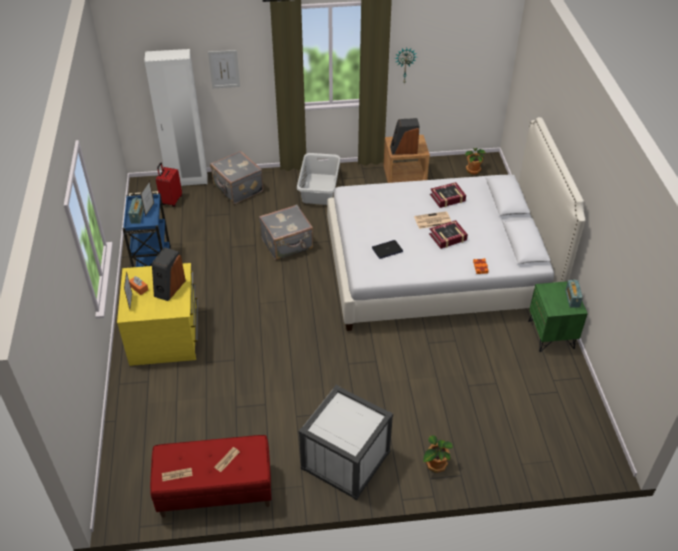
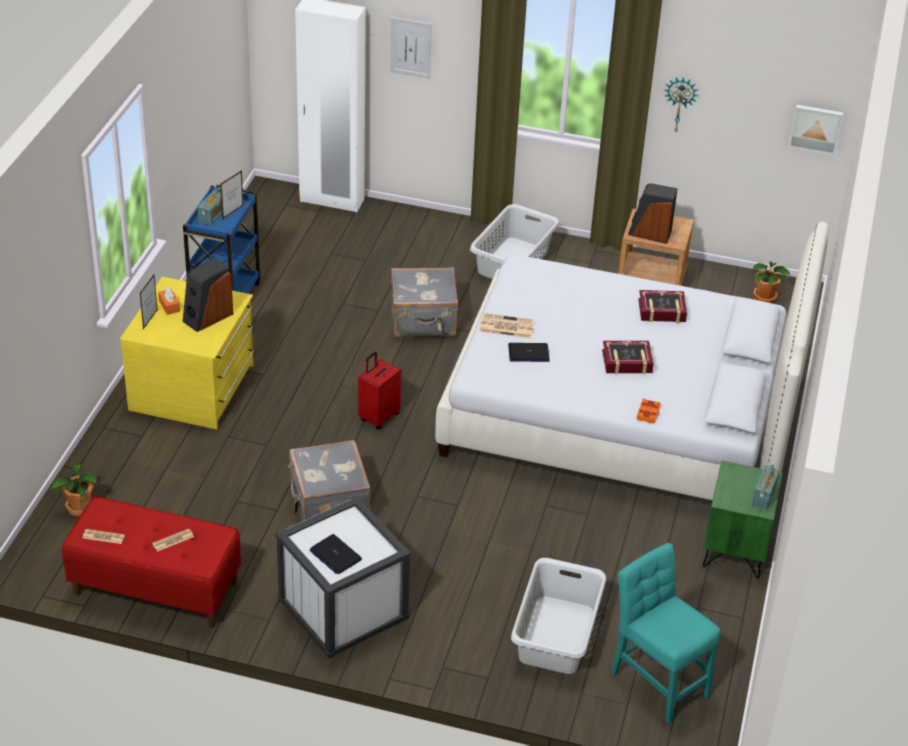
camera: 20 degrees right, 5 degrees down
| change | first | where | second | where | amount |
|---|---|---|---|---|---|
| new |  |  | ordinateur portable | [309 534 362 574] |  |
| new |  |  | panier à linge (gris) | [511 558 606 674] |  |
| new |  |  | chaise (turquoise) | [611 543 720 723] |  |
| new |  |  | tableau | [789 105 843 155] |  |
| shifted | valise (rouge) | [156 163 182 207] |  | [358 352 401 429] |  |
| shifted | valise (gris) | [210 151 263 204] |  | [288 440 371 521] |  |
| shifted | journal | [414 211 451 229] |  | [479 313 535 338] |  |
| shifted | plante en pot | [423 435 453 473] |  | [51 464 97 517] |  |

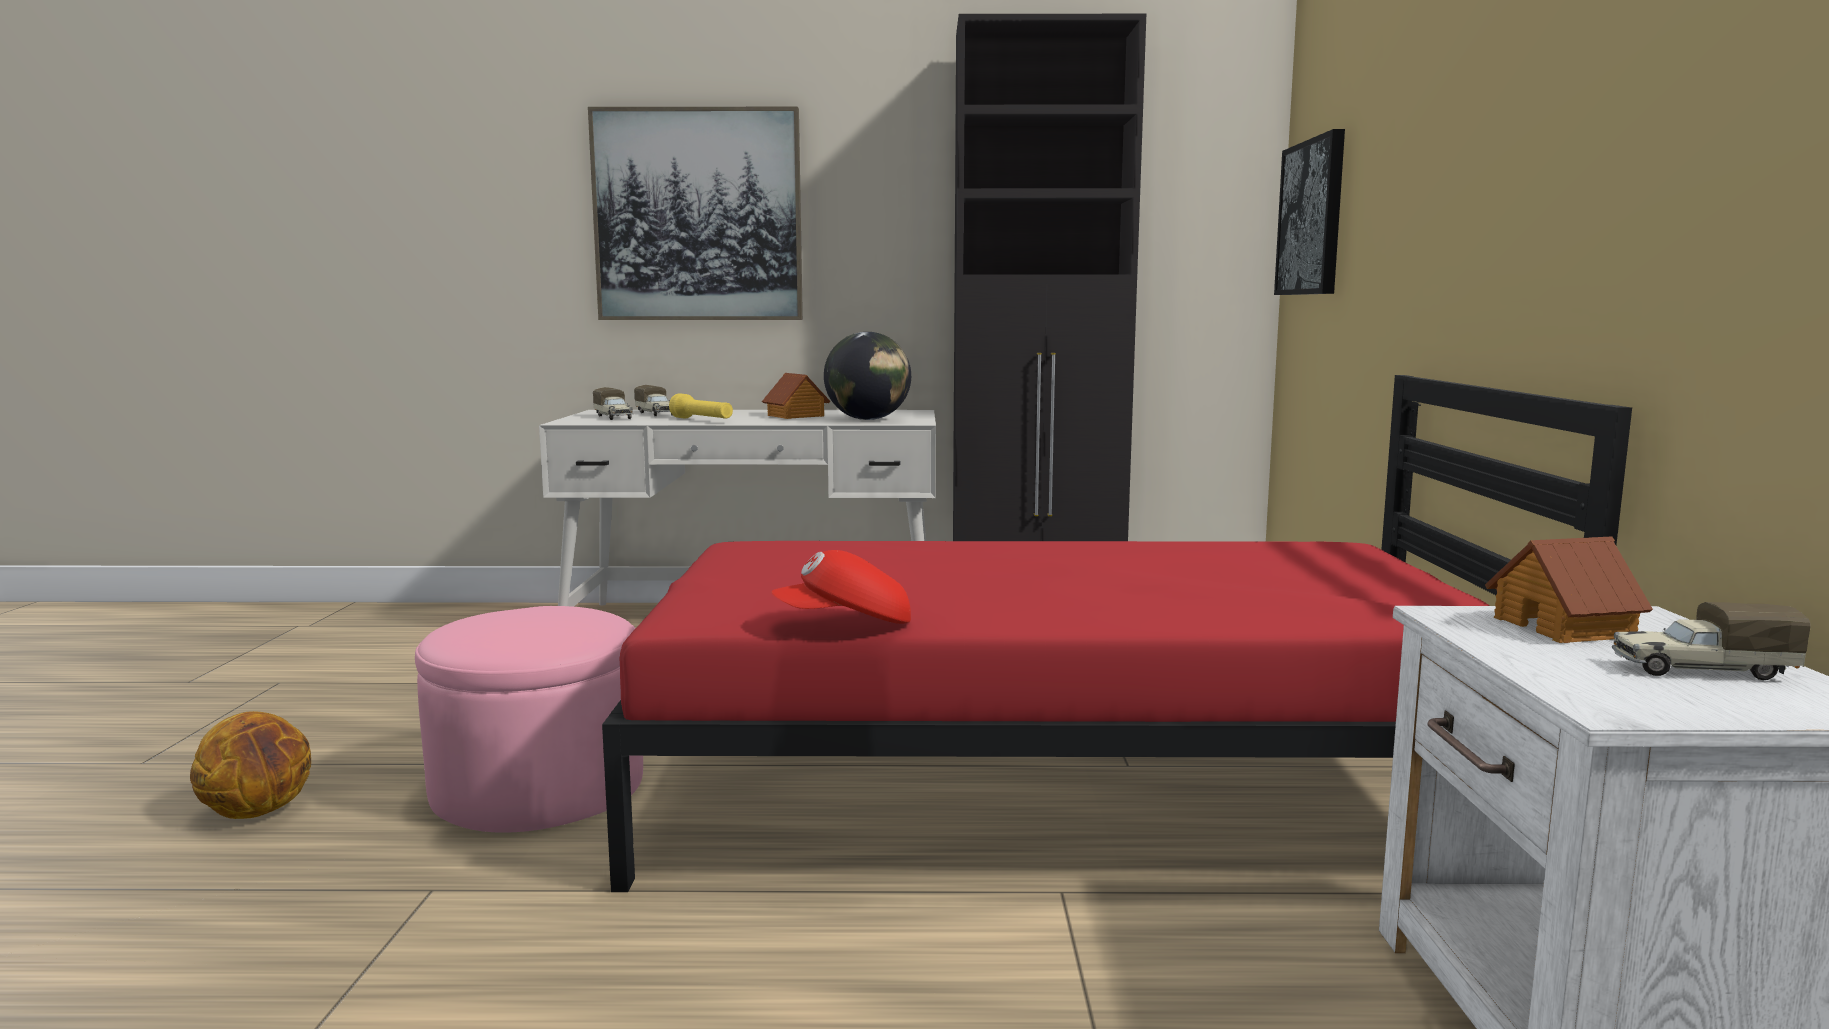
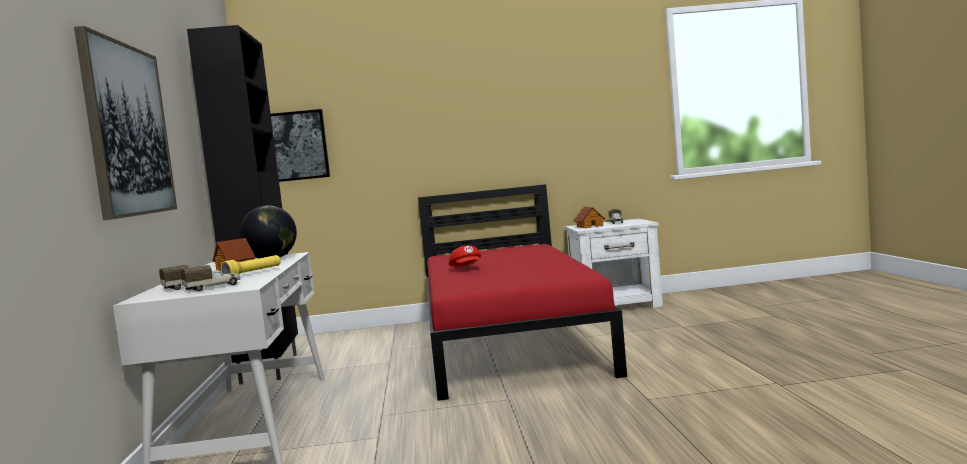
camera: 95 degrees left, 5 degrees down
| change | first | where | second | where | amount |
|---|---|---|---|---|---|
| gone | ballon de basket | [190 711 311 819] |  |  |  |
| gone | pouf (rose) | [415 606 643 833] |  |  |  |
| shifted | casquette (rouge) | [771 550 911 624] |  | [449 245 481 267] |  |

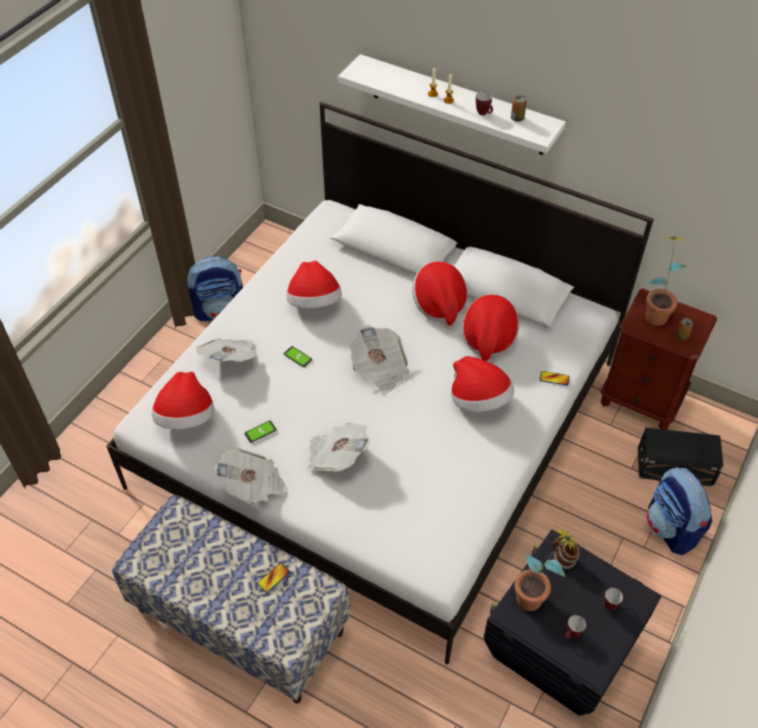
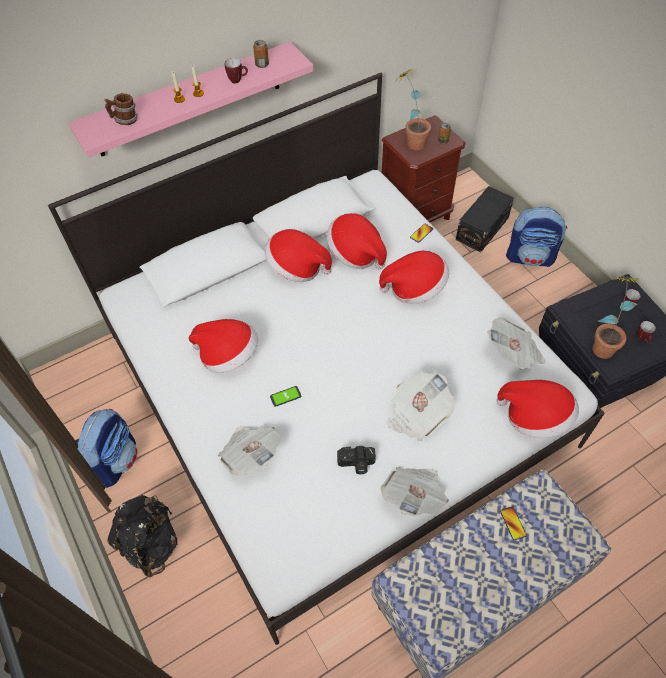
camera: 60 degrees left, 5 degrees up
| change | first | where | second | where | amount |
|---|---|---|---|---|---|
| new |  |  | sac à dos (noir) | [108 495 177 577] |  |
| shifted | chapeau | [152 372 214 430] |  | [496 380 579 438] |  |
| shifted | journal | [350 325 410 394] |  | [487 317 546 370] |  |
| shifted | mug | [552 538 580 569] |  | [104 93 138 125] |  |
| swapped | téléphone | [244 420 277 443] | appareil photo | [337 446 376 474] |  |
| repainted | étagère (blanc) | [338 54 566 155] | étagère (rose) | [68 42 313 158] |  |

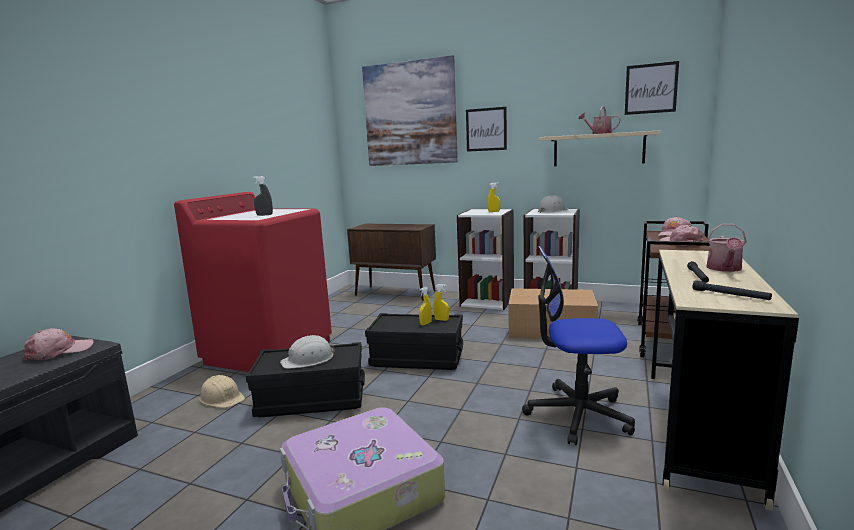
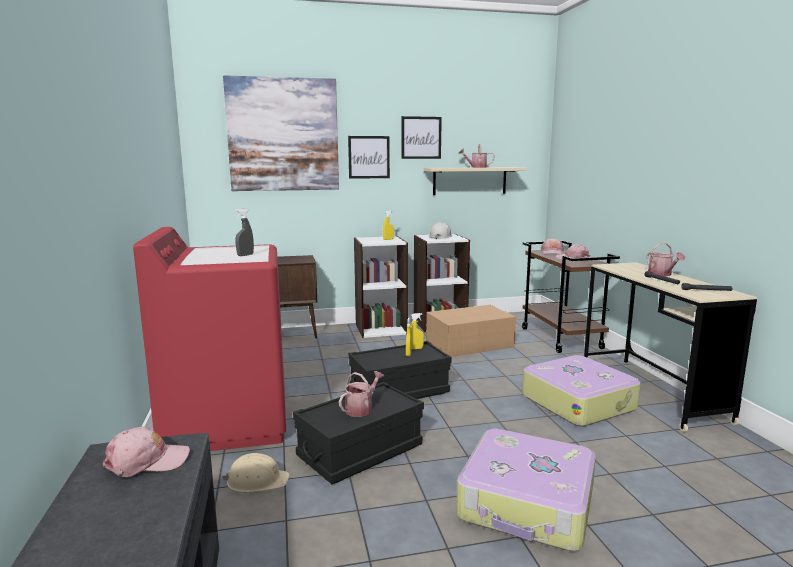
camera: 35 degrees left, 0 degrees up
| change | first | where | second | where | amount |
|---|---|---|---|---|---|
| shifted | tableau | [625 61 679 115] |  | [402 116 442 159] |  |
| swapped | casque de chantier (blanc) | [280 335 335 369] | arrosoir | [339 371 384 417] |  |
| swapped | chaise de bureau | [522 246 635 445] | valise | [522 355 641 427] |  |
| rotated | casquette (rose) | [23 328 94 360] |  | [103 427 190 477] | 60 degrees clockwise |

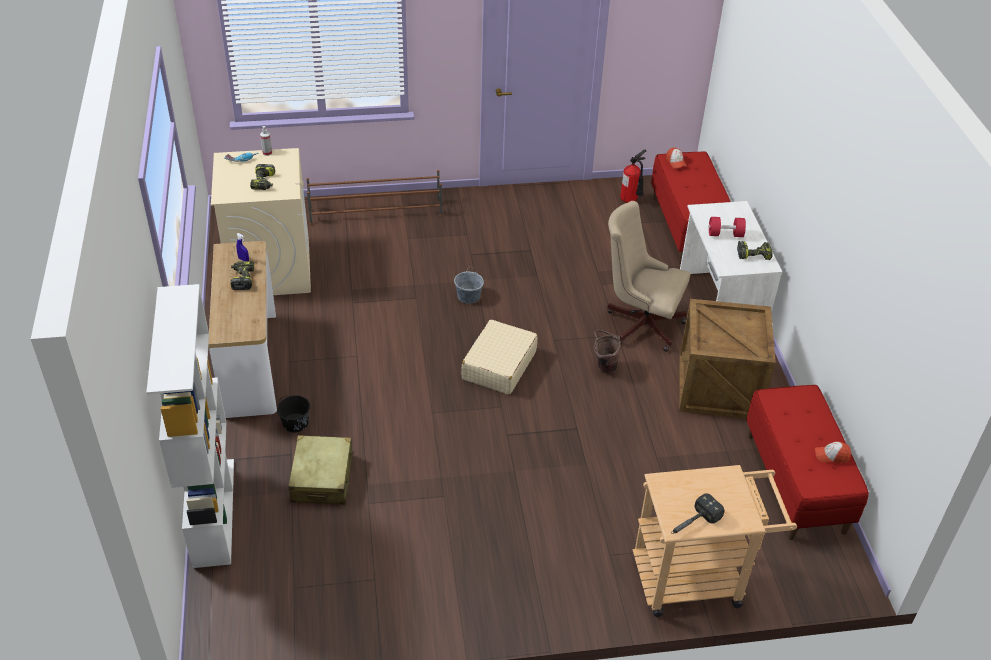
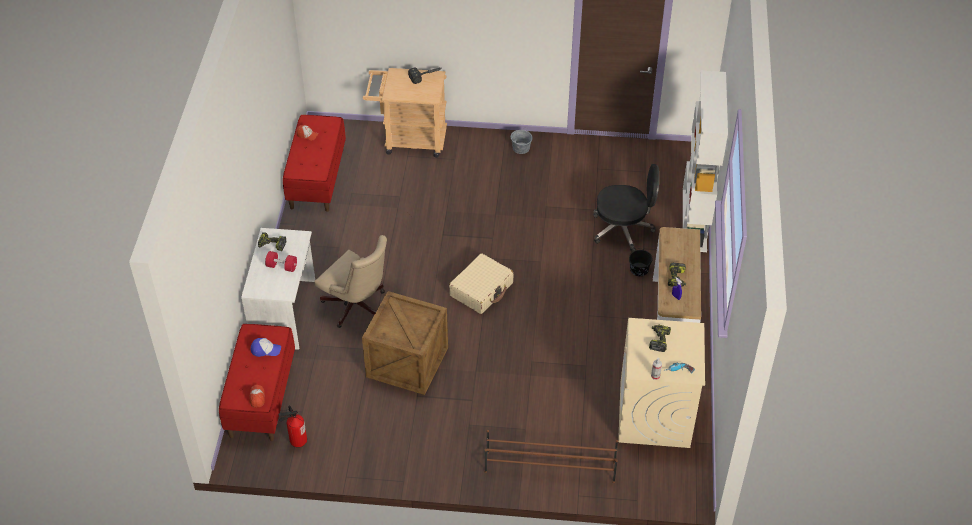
camera: 165 degrees left, 5 degrees up
| change | first | where | second | where | amount |
|---|---|---|---|---|---|
| gone | seau (marron) | [594 330 621 374] |  |  |  |
| new |  |  | casquette | [251 338 281 357] |  |
| shifted | seau (gris) | [454 267 484 304] |  | [511 130 532 154] |  |
| shifted | caisse | [679 299 776 419] |  | [362 291 448 395] |  |
| swapped | valise (beige) | [288 435 353 505] | chaise de bureau (noir) | [593 164 659 252] |  |

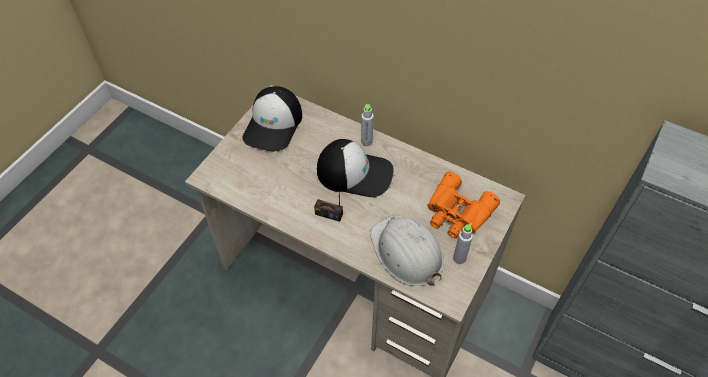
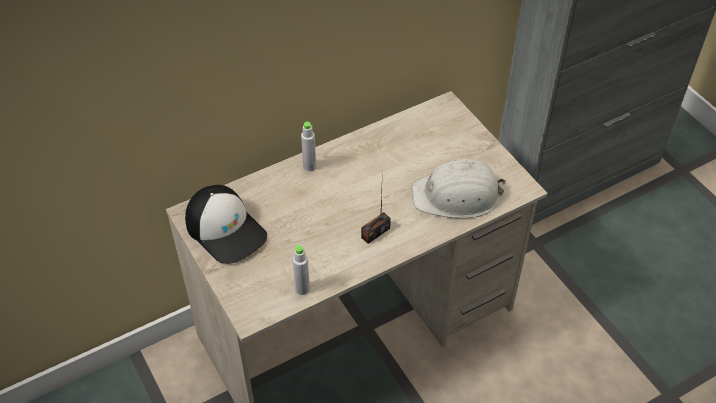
camera: 60 degrees left, 5 degrees down
| change | first | where | second | where | amount |
|---|---|---|---|---|---|
| gone | casquette | [317 139 394 197] |  |  |  |
| gone | jumelles (orange) | [427 171 500 238] |  |  |  |
| shifted | bouteille (gris) | [453 223 473 264] |  | [293 243 310 295] |  |

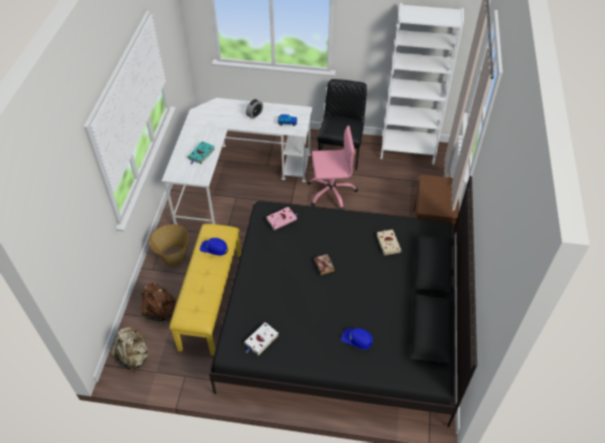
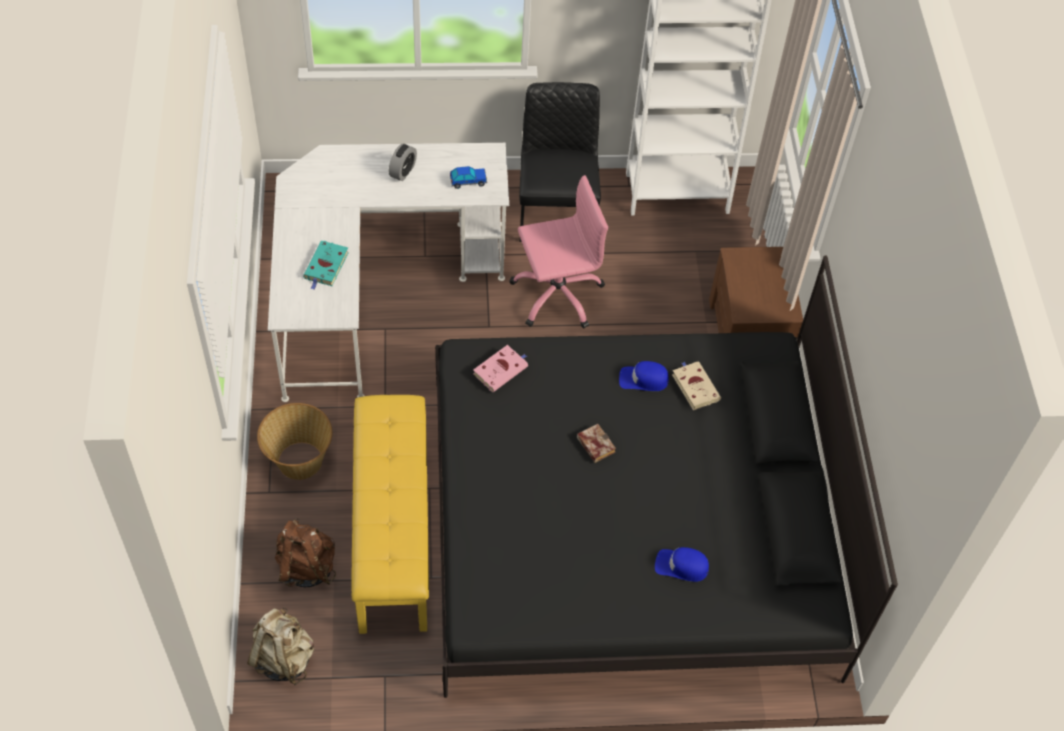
camera: 15 degrees left, 5 degrees up
| change | first | where | second | where | amount |
|---|---|---|---|---|---|
| gone | livre (blanc) | [244 323 279 355] |  |  |  |
| shifted | casquette (bleu) | [200 238 228 256] |  | [619 361 669 391] |  |

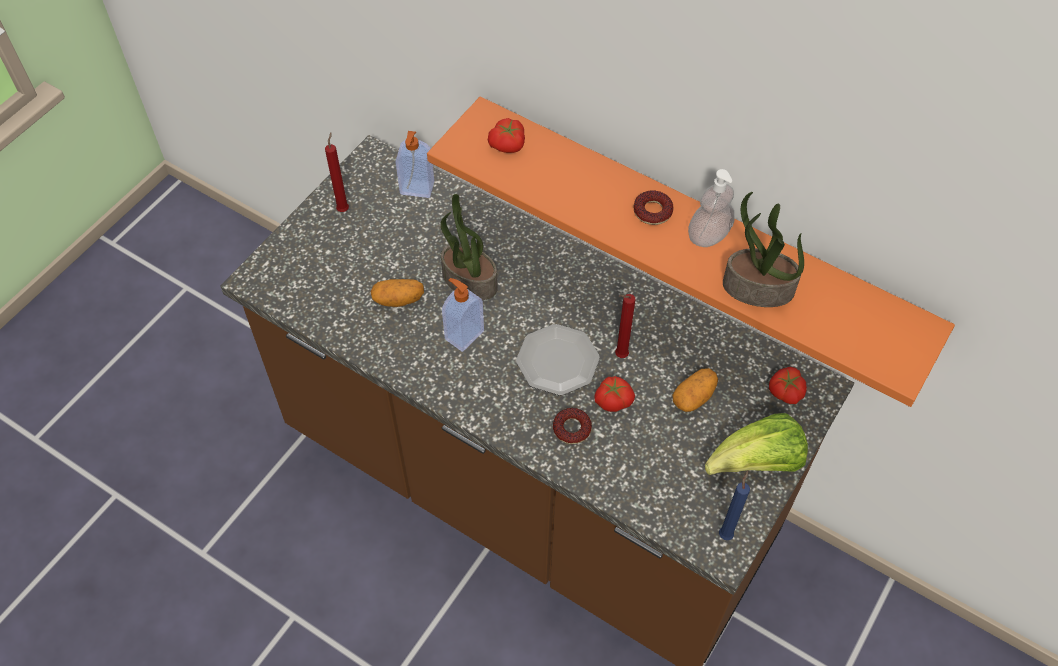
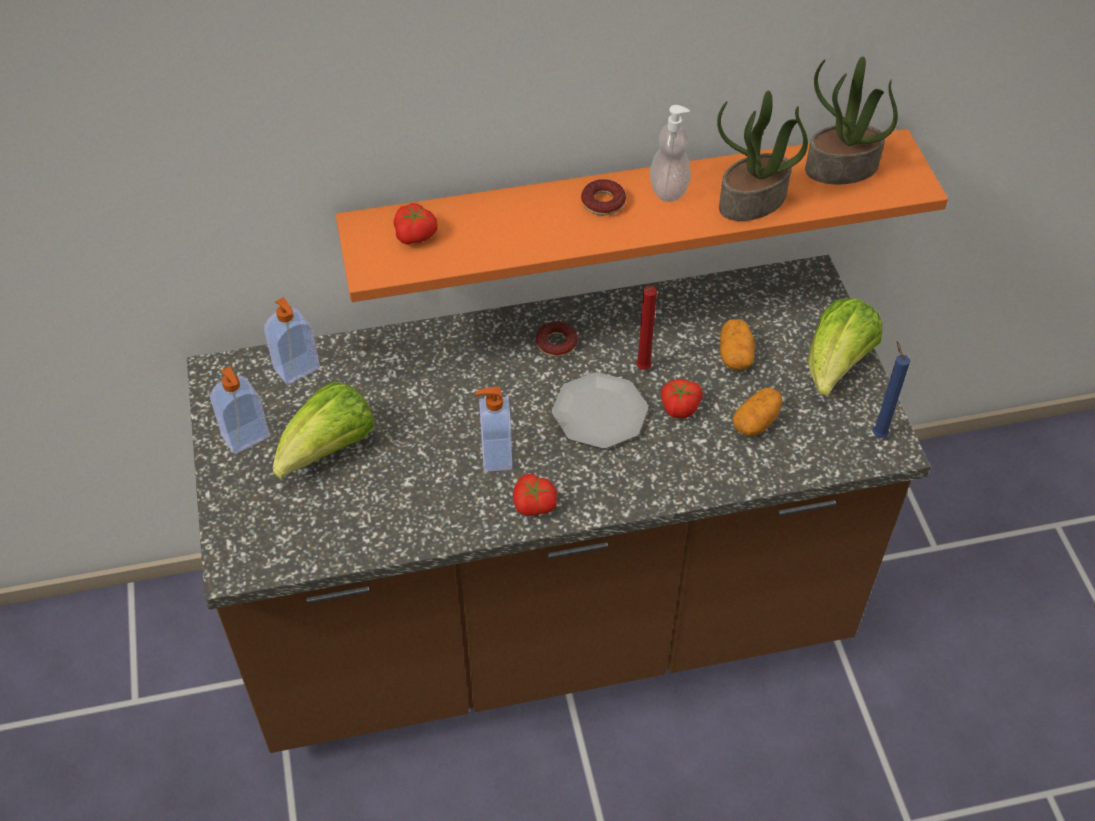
camera: 45 degrees left, 5 degrees down
| change | first | where | second | where | amount |
|---|---|---|---|---|---|
| new |  |  | laitue | [272 382 375 479] |  |
| shifted | pomme de terre | [371 279 424 307] |  | [733 388 782 436] |  |
| shifted | plante en pot | [440 194 498 300] |  | [805 56 898 184] |  |
| shifted | beignet | [553 408 592 444] |  | [536 321 578 357] |  |
| shifted | tomate | [769 367 807 404] |  | [513 474 558 516] |  |
| swapped | bougie (rouge) | [325 132 349 212] | distributeur de savon | [210 366 270 454] |  |

